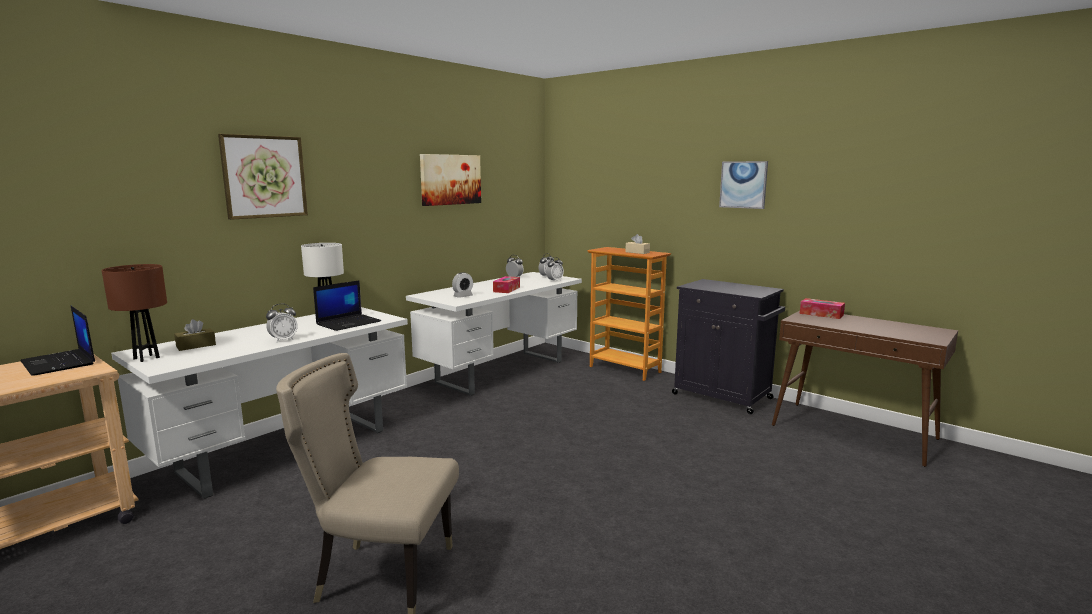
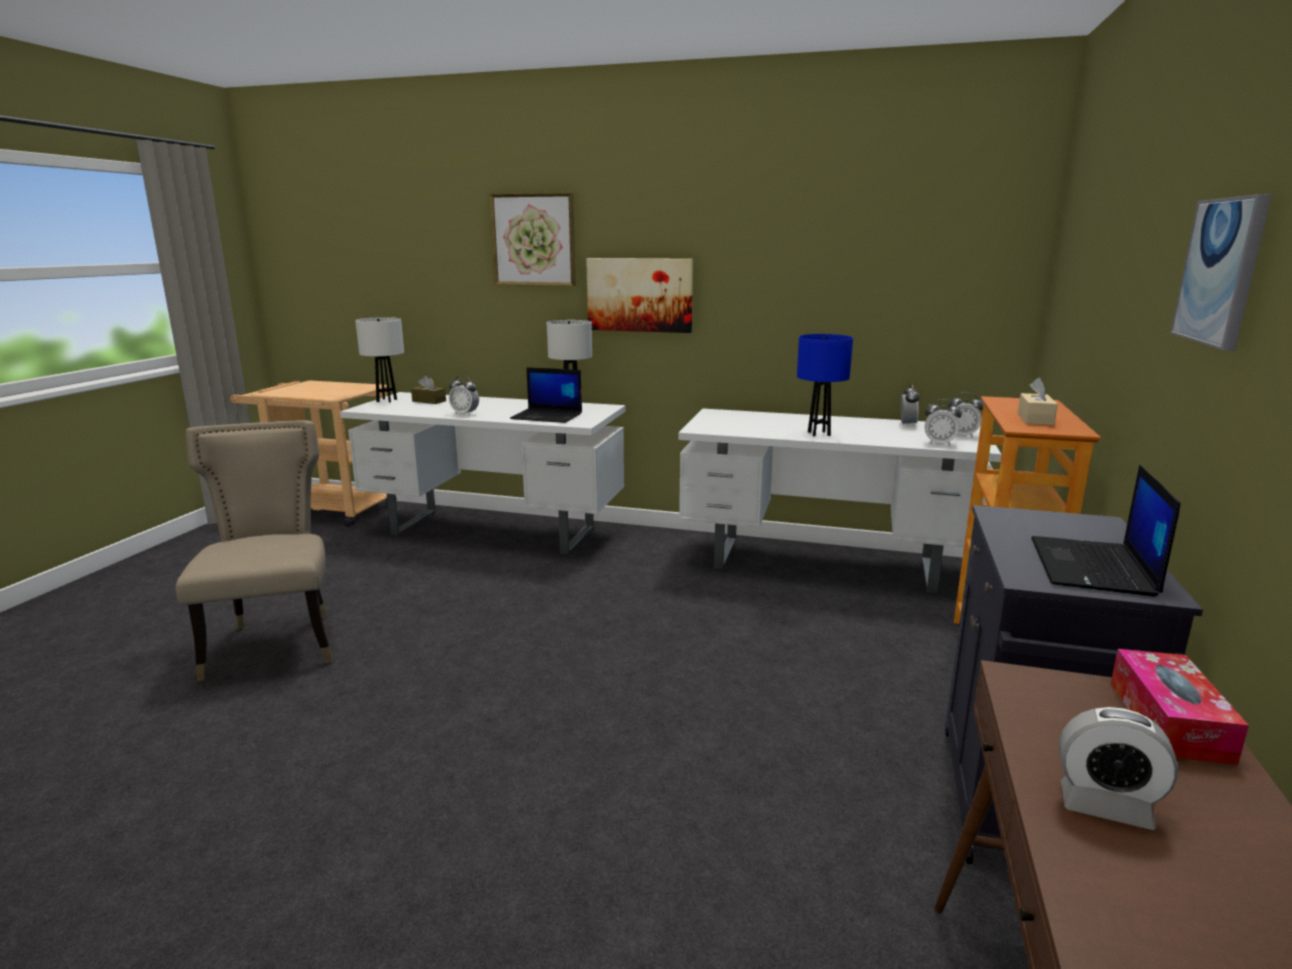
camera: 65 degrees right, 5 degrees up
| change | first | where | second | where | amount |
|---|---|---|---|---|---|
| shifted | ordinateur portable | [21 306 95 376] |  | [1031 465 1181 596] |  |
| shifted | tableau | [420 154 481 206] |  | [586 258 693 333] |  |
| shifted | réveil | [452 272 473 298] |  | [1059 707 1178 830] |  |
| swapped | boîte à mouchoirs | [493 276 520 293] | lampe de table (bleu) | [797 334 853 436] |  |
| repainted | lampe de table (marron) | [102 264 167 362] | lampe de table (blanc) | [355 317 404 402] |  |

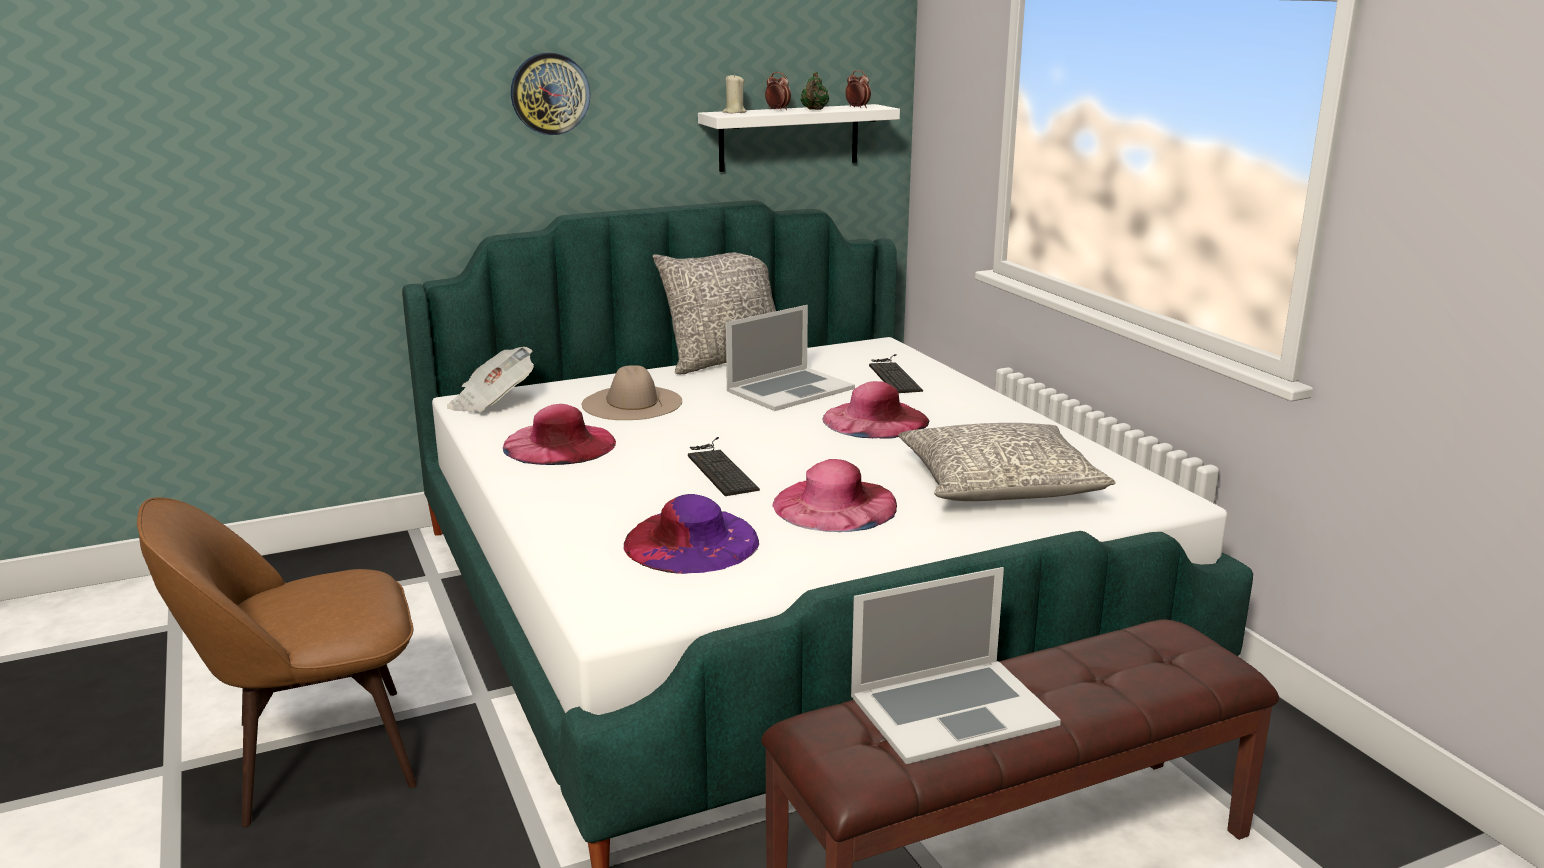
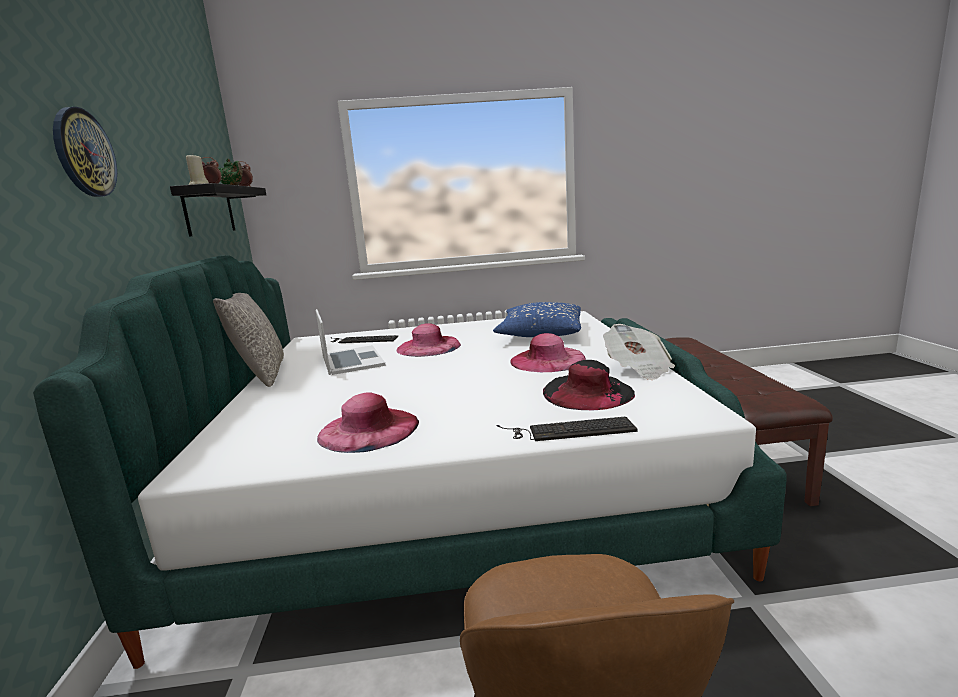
camera: 70 degrees left, 5 degrees down
| change | first | where | second | where | amount |
|---|---|---|---|---|---|
| gone | chapeau (beige) | [582 365 682 420] |  |  |  |
| gone | ordinateur portable | [851 567 1061 764] |  |  |  |
| shifted | journal | [447 347 534 413] |  | [603 324 675 380] |  |
| shifted | clavier | [688 437 760 496] |  | [496 417 638 441] |  |
| repainted | chapeau (violet) | [624 494 759 574] | chapeau (noir) | [543 360 635 410] |  |
| repainted | étagère (blanc) | [698 104 900 172] | étagère (noir) | [170 183 266 237] |  |
| repainted | coussin (gris) | [898 423 1116 501] | coussin (bleu) | [493 302 581 337] |  |

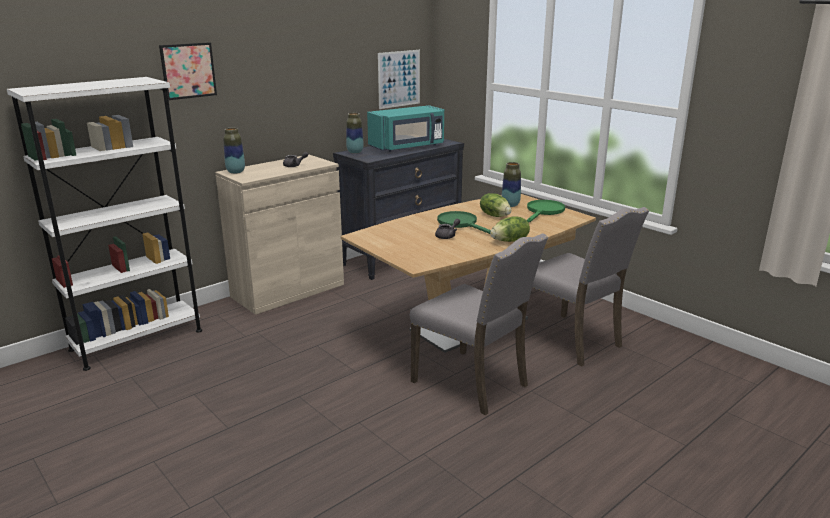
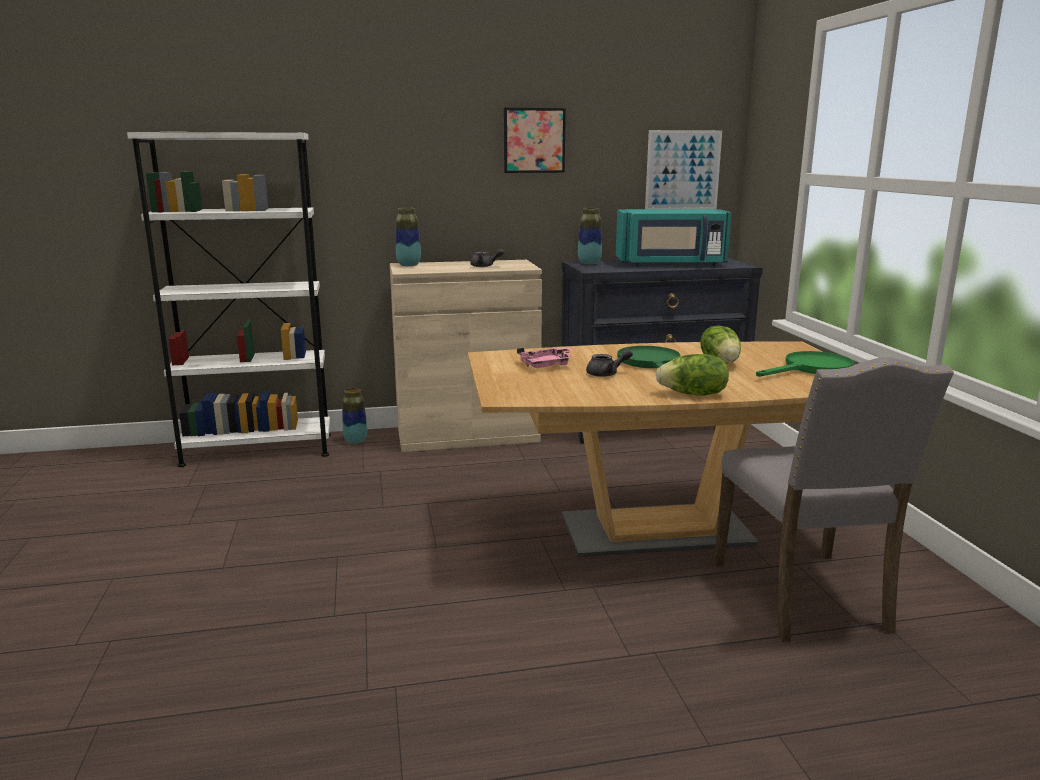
camera: 30 degrees right, 5 degrees down
| change | first | where | second | where | amount |
|---|---|---|---|---|---|
| gone | chaise (gris) | [410 233 548 415] |  |  |  |
| new |  |  | plateau (rose) | [517 348 574 368] |  |
| shifted | tableau | [159 42 217 100] |  | [504 108 566 173] |  |
| shifted | vase | [502 162 521 207] |  | [342 388 367 444] |  |

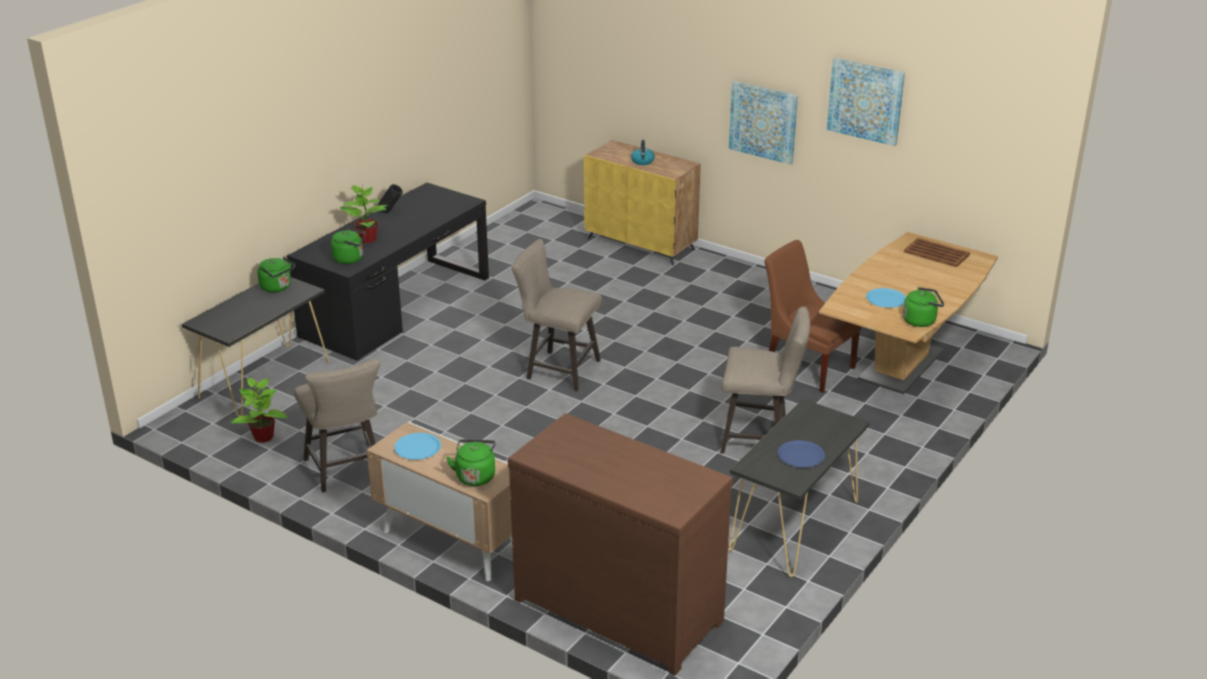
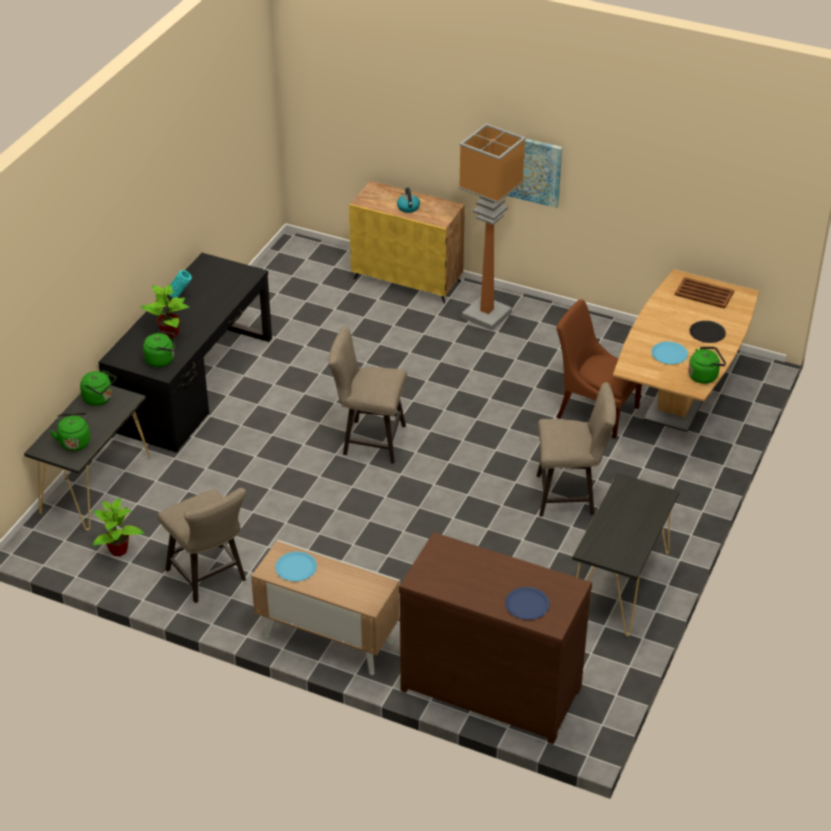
camera: 10 degrees left, 10 degrees up
| change | first | where | second | where | amount |
|---|---|---|---|---|---|
| gone | tableau | [827 58 905 146] |  |  |  |
| new |  |  | lampadaire | [459 123 526 330] |  |
| new |  |  | assiette (noir) | [690 321 726 343] |  |
| shifted | bouilloire (vert) | [446 439 496 486] |  | [50 413 90 451] |  |
| shifted | assiette (bleu) | [778 440 825 468] |  | [505 587 550 620] |  |
| repainted | vase (noir) | [377 184 403 213] | vase (turquoise) | [169 270 192 298] |  |

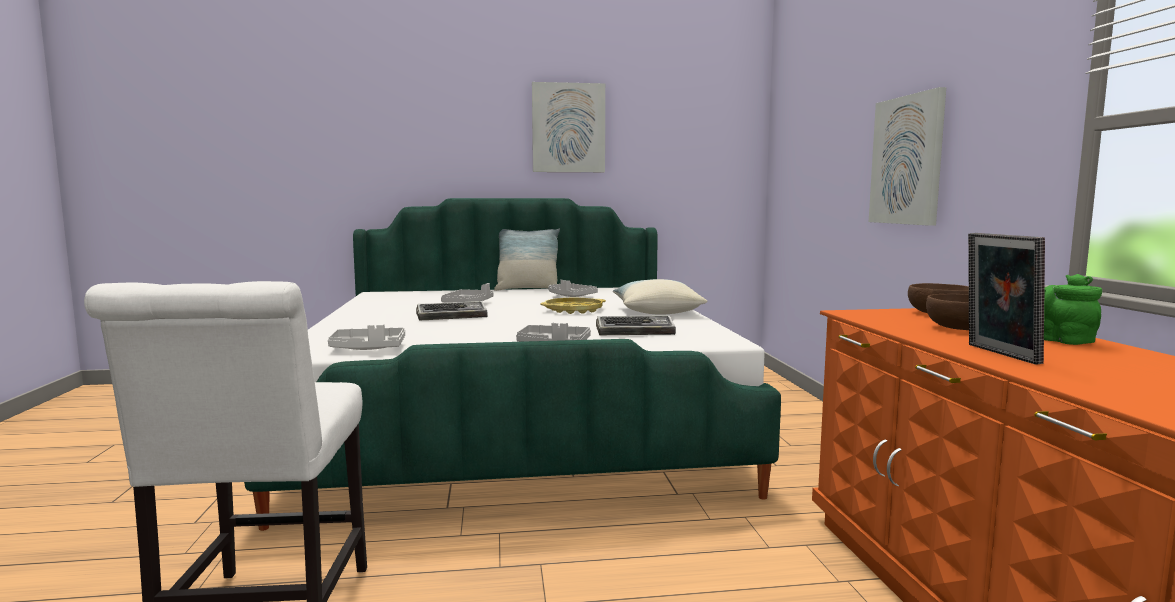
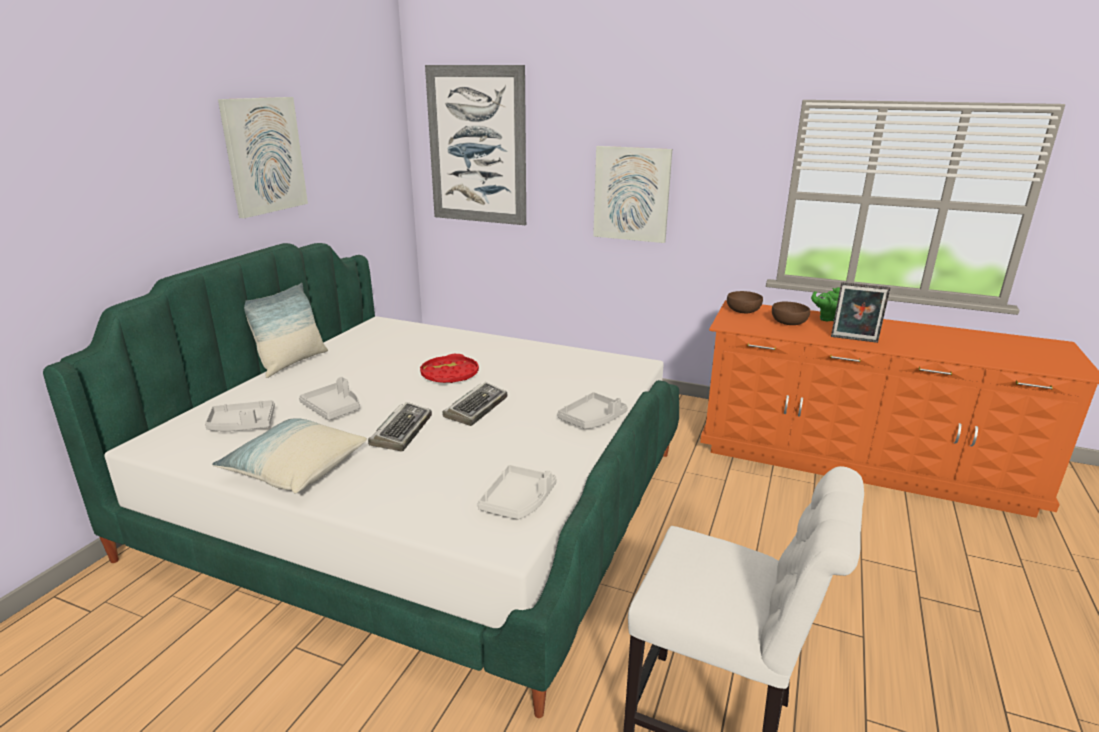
camera: 60 degrees left, 15 degrees up
| change | first | where | second | where | amount |
|---|---|---|---|---|---|
| new |  |  | tableau | [425 65 526 225] |  |
| shifted | plateau (gris) | [548 280 598 297] |  | [205 400 275 431] |  |
| shifted | clavier | [596 315 676 335] |  | [442 382 507 426] |  |
| shifted | coussin | [613 279 707 315] |  | [212 418 367 493] |  |
| repainted | plateau (jaune) | [540 298 606 314] | plateau (rouge) | [420 354 479 383] |  |

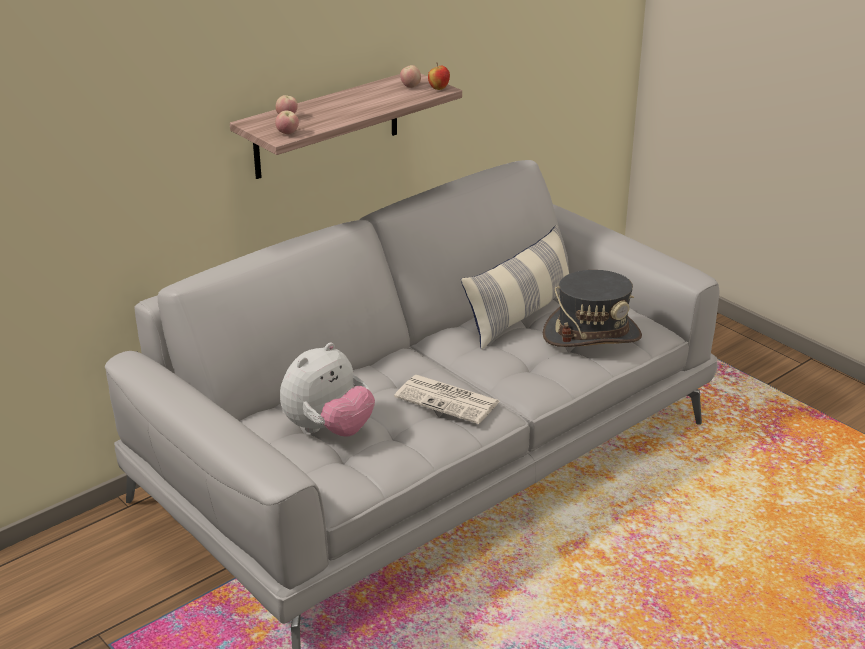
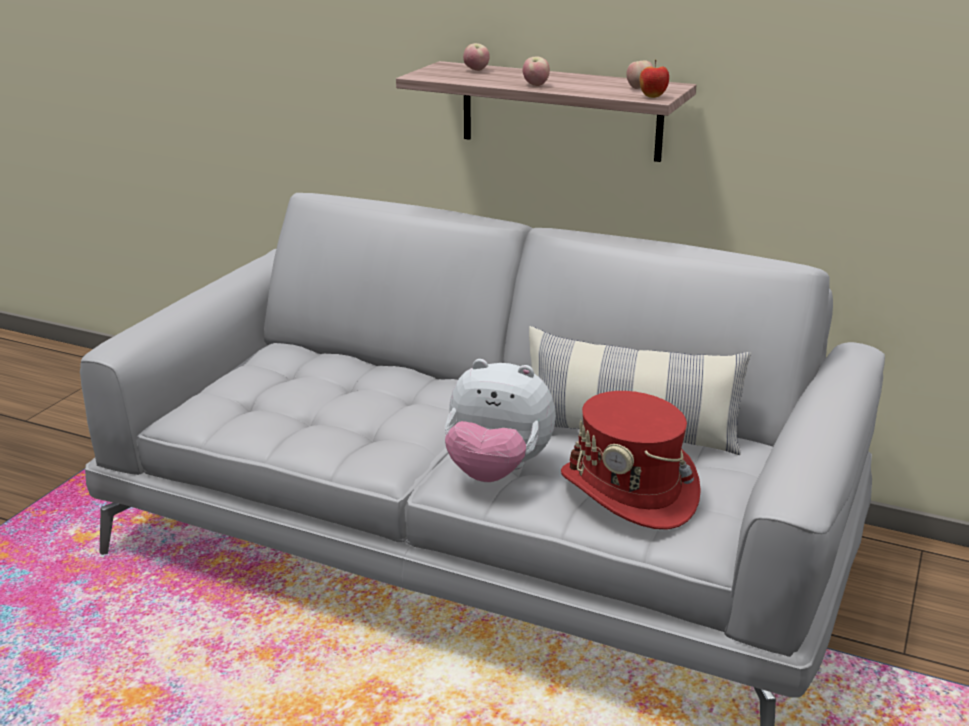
camera: 65 degrees right, 5 degrees down
| change | first | where | second | where | amount |
|---|---|---|---|---|---|
| gone | journal | [394 375 500 424] |  |  |  |
| shifted | pomme | [275 111 299 134] |  | [522 57 550 86] |  |
| shifted | peluche | [280 343 375 437] |  | [445 359 556 482] |  |
| repainted | chapeau (gris) | [542 270 642 347] | chapeau (rouge) | [561 391 701 530] |  |

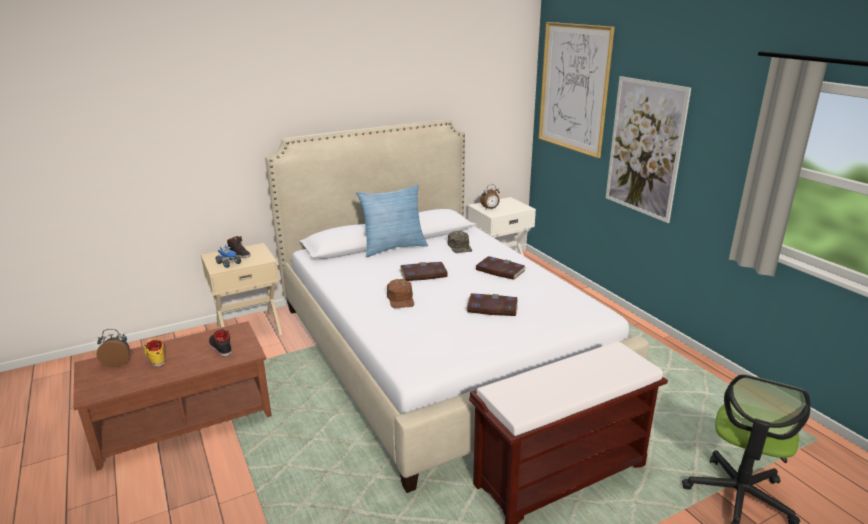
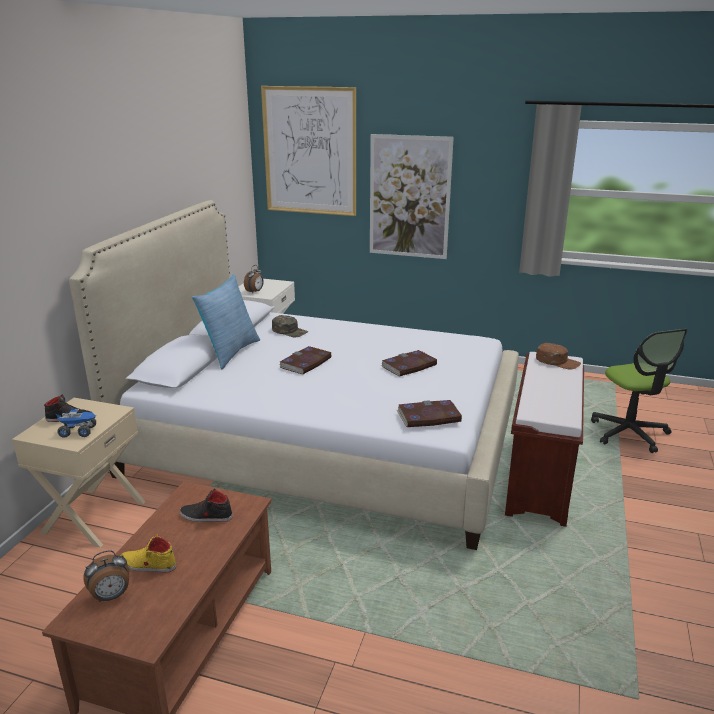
camera: 45 degrees left, 0 degrees up
| change | first | where | second | where | amount |
|---|---|---|---|---|---|
| shifted | casquette (marron) | [387 279 414 309] |  | [536 343 581 369] |  |
| shifted | livre | [475 256 526 280] |  | [397 400 462 427] |  |
| rotated | réveil | [96 329 130 368] |  | [83 550 129 602] | 150 degrees counterclockwise |

